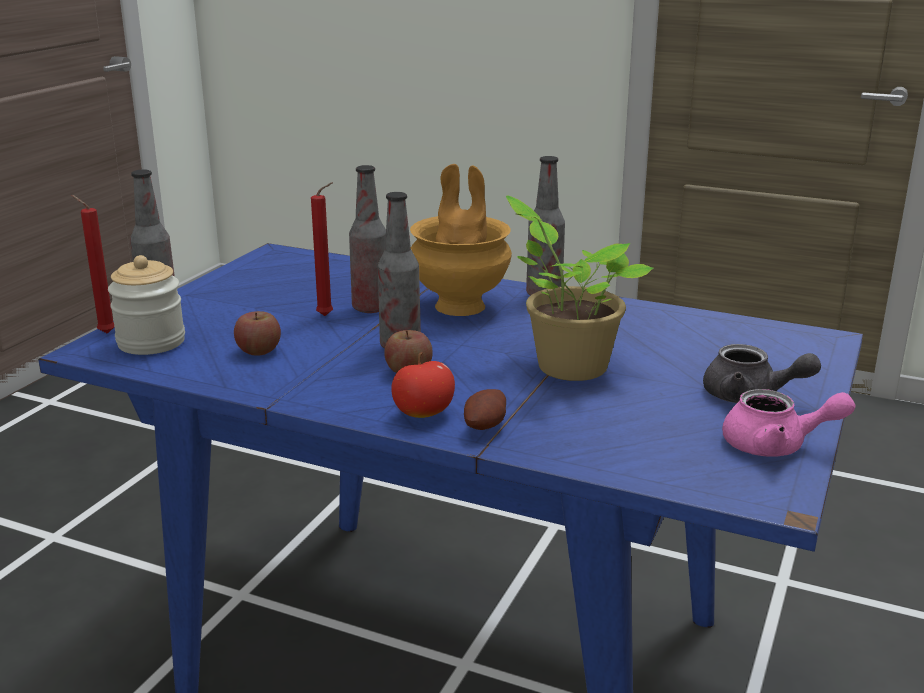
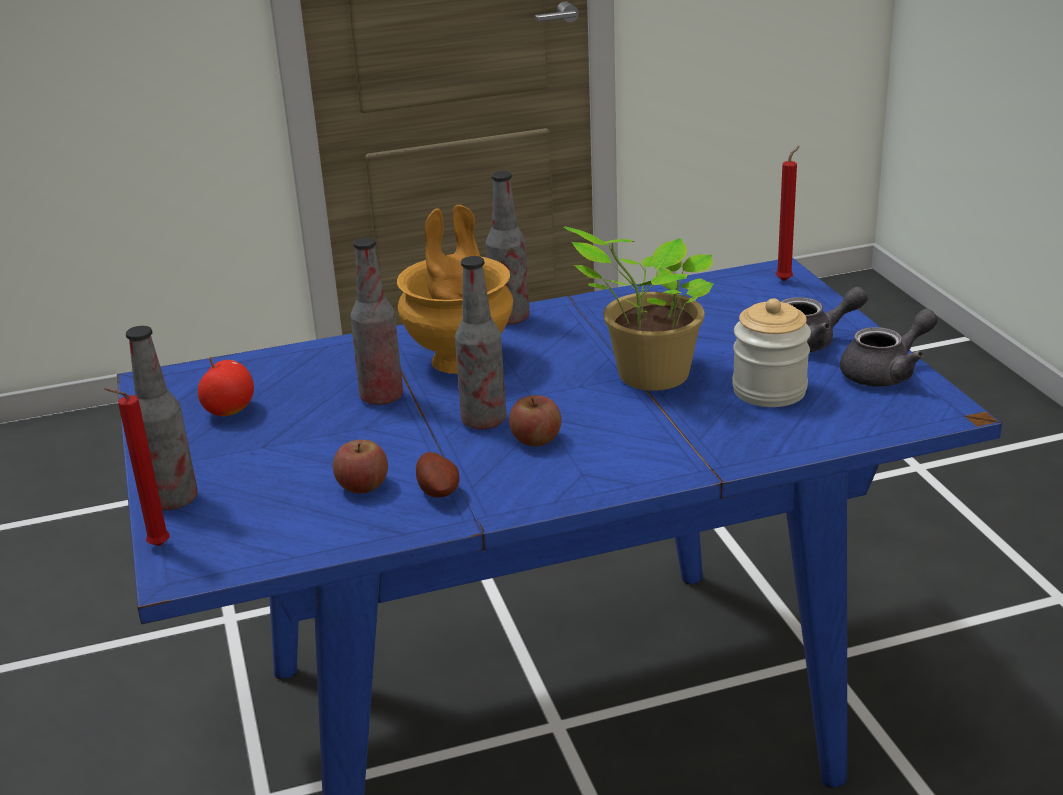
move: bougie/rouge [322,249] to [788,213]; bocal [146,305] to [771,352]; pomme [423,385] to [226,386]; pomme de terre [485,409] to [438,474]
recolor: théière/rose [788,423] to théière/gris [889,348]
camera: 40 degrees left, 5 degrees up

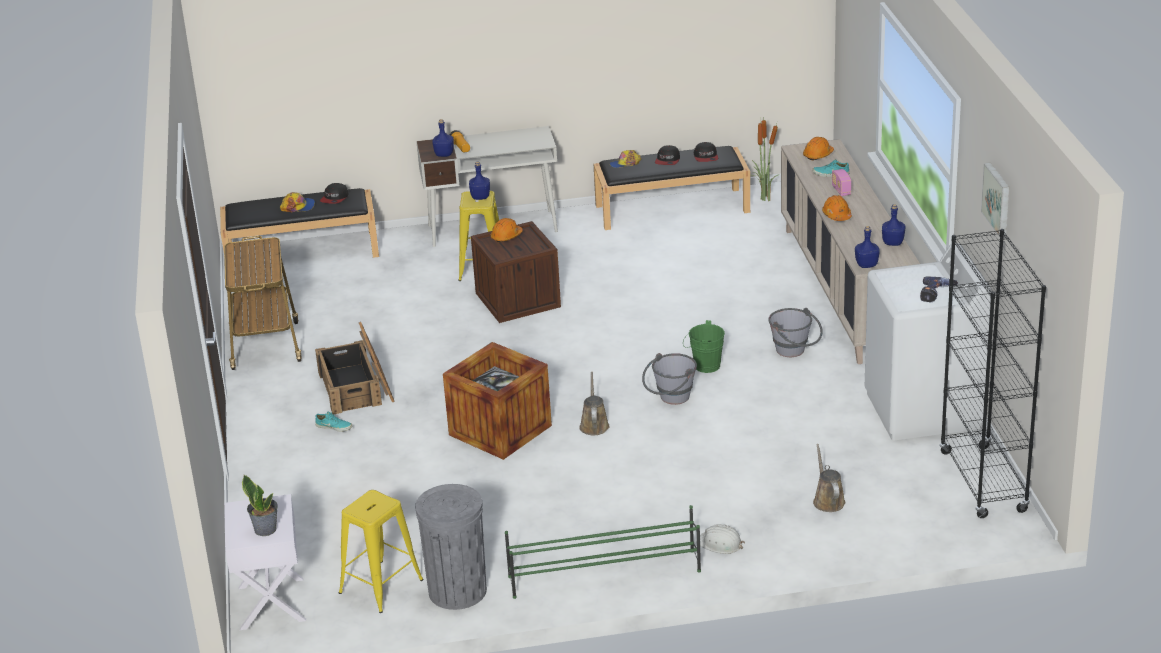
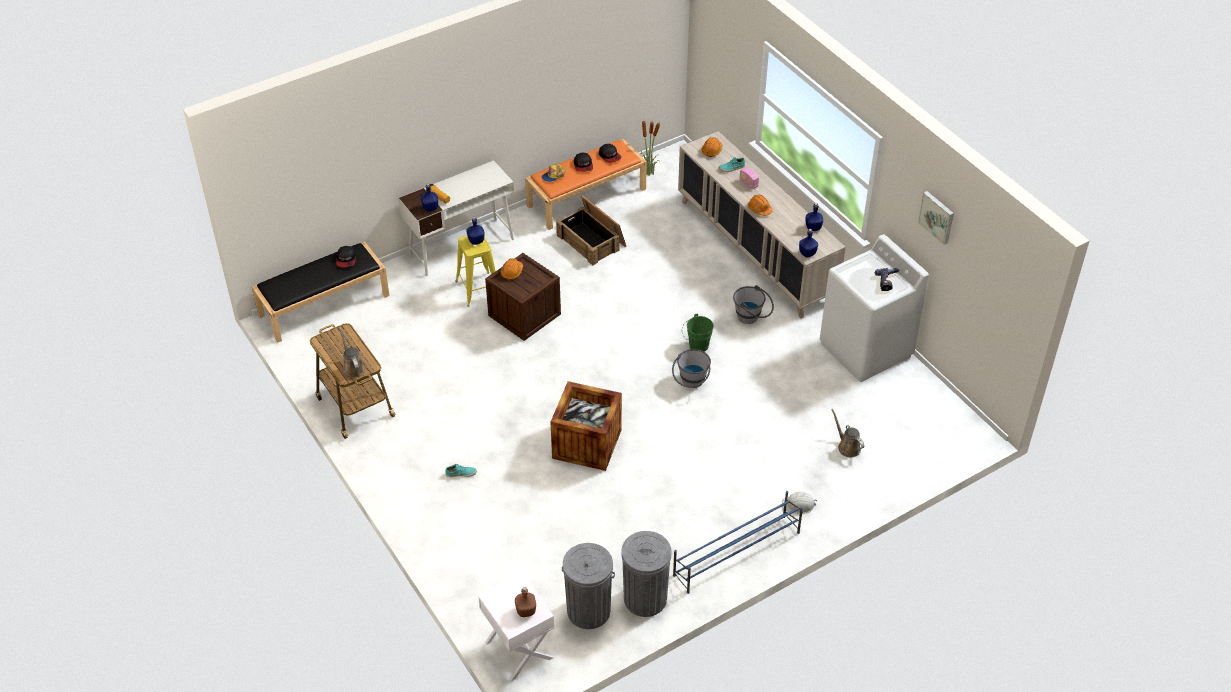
delete: casquette [297,202]; bibliothèque/noir [992,373]
move: caisse [355,368] to [591,230]; arrosoir/marron [594,403] to [352,352]
replace: plante en pot [260,505] to bouteille/marron [525,602]; tabouret/jaune [381,551] to poubelle/gris [588,586]
recolor: banc/noir [672,188] to banc/orange [586,184]; étagère à chaussures/vert [603,552] to étagère à chaussures/bleu [738,542]
camera: 25 degrees left, 15 degrees up

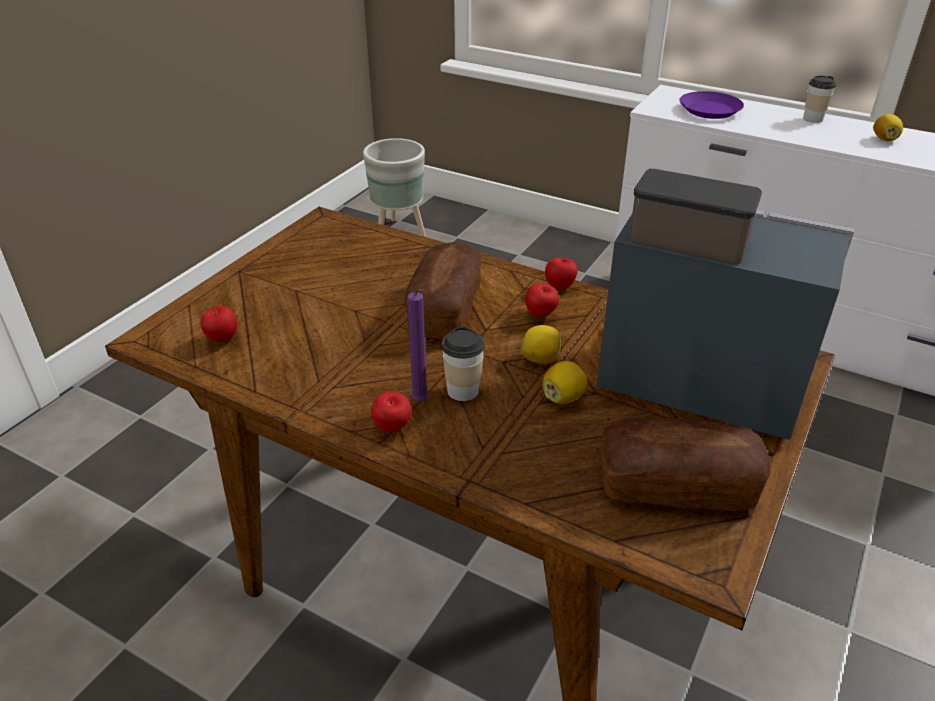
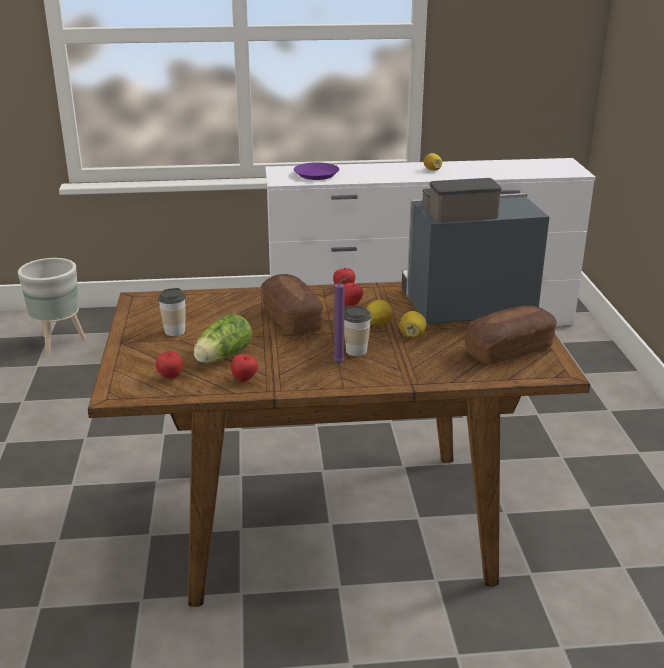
insert: laitue [223,338]
move: tasse [819,99] to [172,312]; pomme [391,411] to [244,368]
camera: 35 degrees left, 10 degrees down

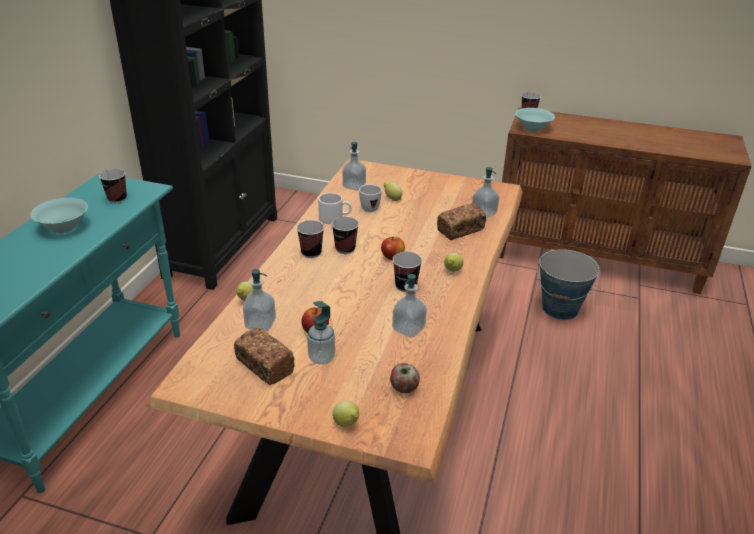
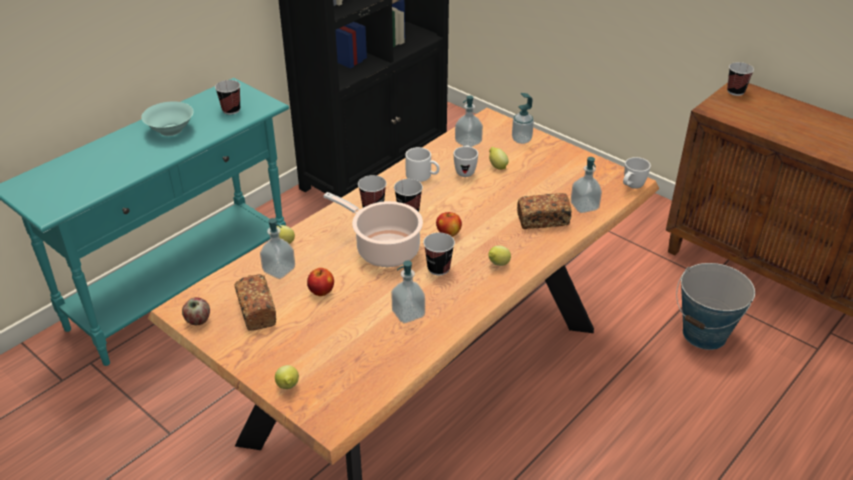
delete: bol/turquoise [535,120]
insert: mug/blanc [637,173]; marmite [373,229]
move: distributeur de savon [321,332] to [523,118]; pomme [405,378] to [196,311]
camera: 25 degrees right, 5 degrees up

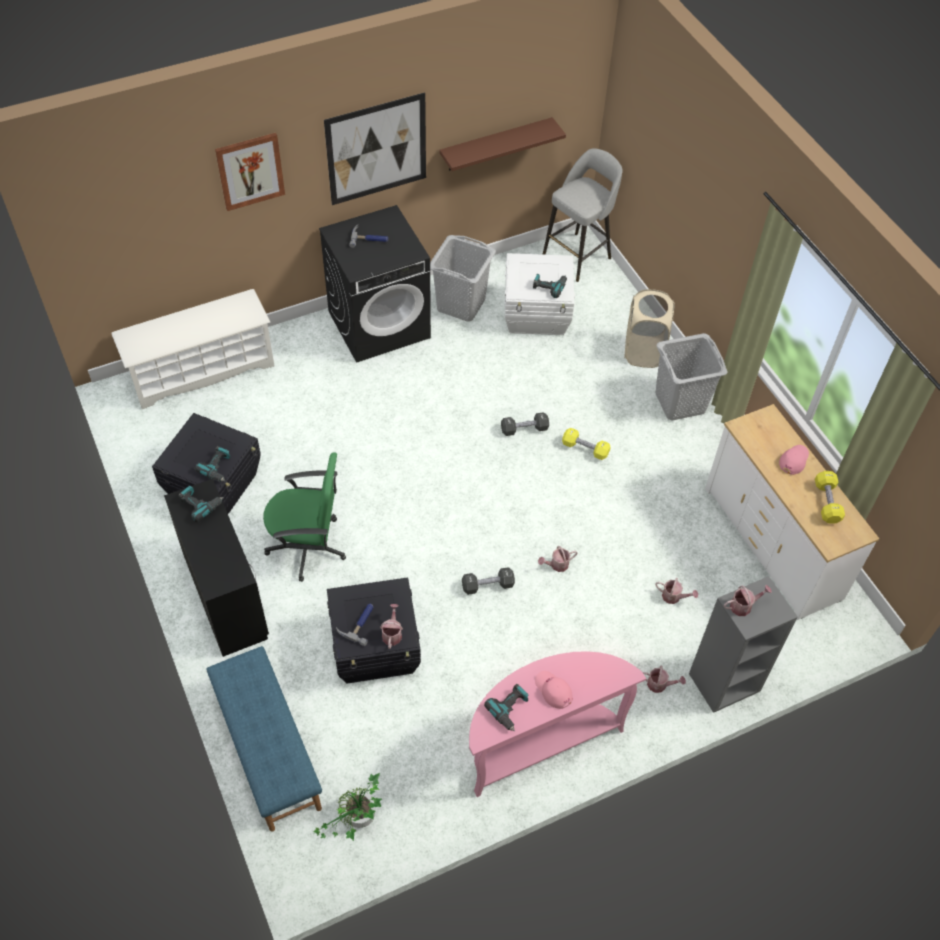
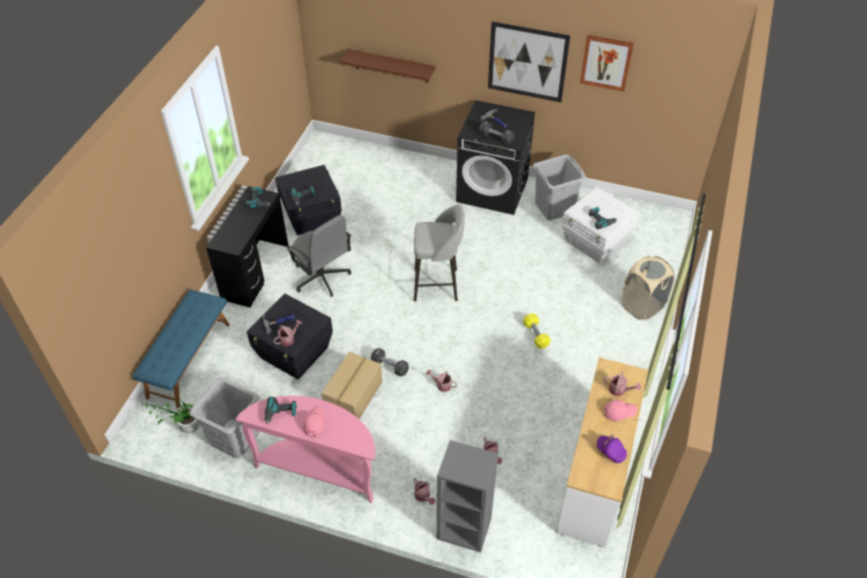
delete: étagère à chaussures/blanc [192,349]
insert: carton [351,385]
move: étagère/marron [502,144] to [387,66]; tableau [250,172] to [607,63]; tabouret/gris [582,215] to [439,252]; panier à linge/gris [691,377] to [224,418]; haltère/noir [525,424] to [497,133]; arrosoir [748,600] to [622,384]
replace: haltère/jaune [830,497] to casquette/violet [612,449]
recolor: chaise de bureau/vert [304,517] to chaise de bureau/gris [319,256]
camera: 45 degrees right, 5 degrees down

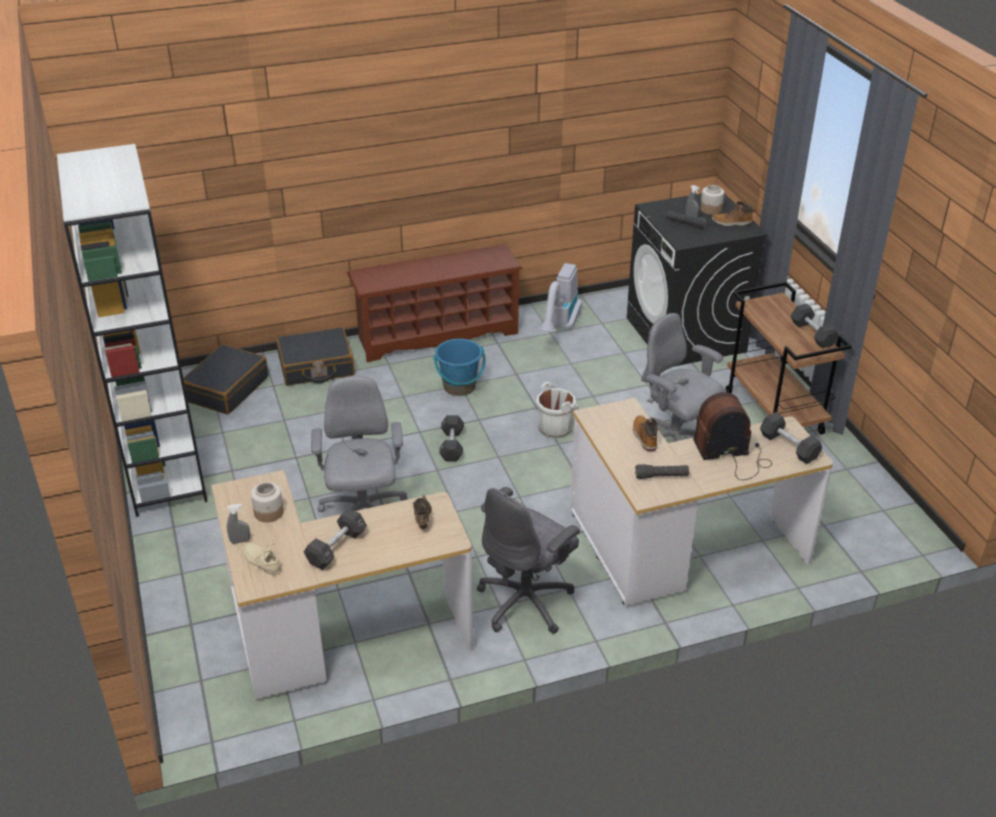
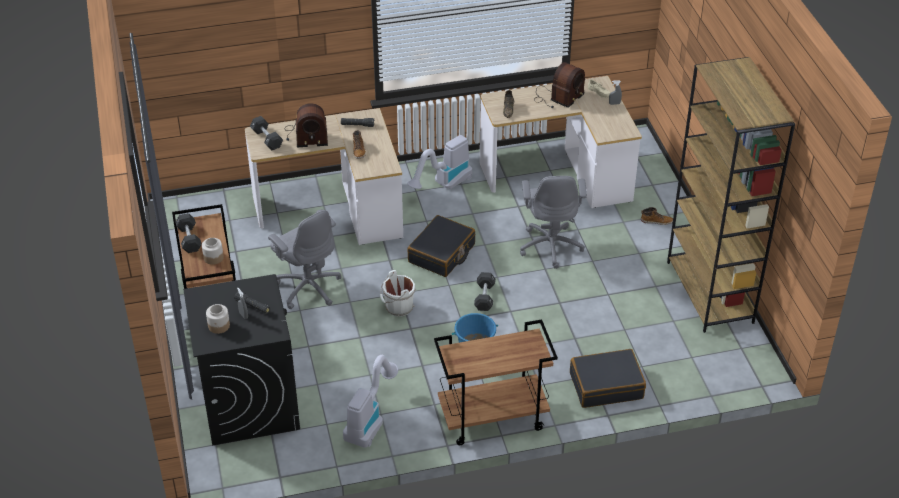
move: botte [733,213] to [657,216]; valise/noir [225,379] to [441,246]; bocal [267,502] to [213,251]
replace: étagère à chaussures/marron [435,303] to chariot/marron [496,382]; chaise de bureau/gris [528,560] to aspirateur [439,162]; haltère/noir [335,539] to radio [559,85]
recolor: bibliothèque/blanc [132,330] to bibliothèque/marron [731,195]
camera: 175 degrees left, 5 degrees up

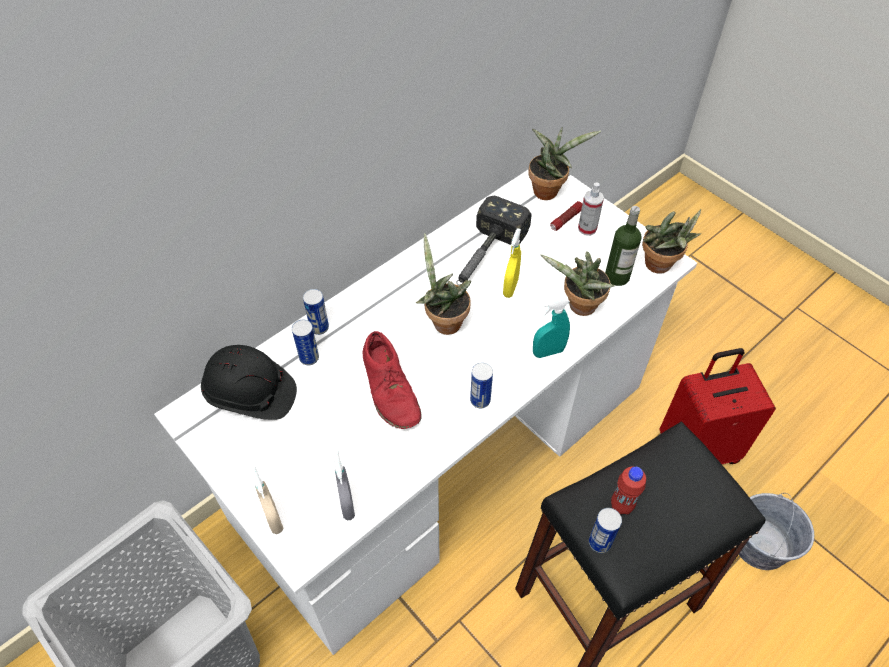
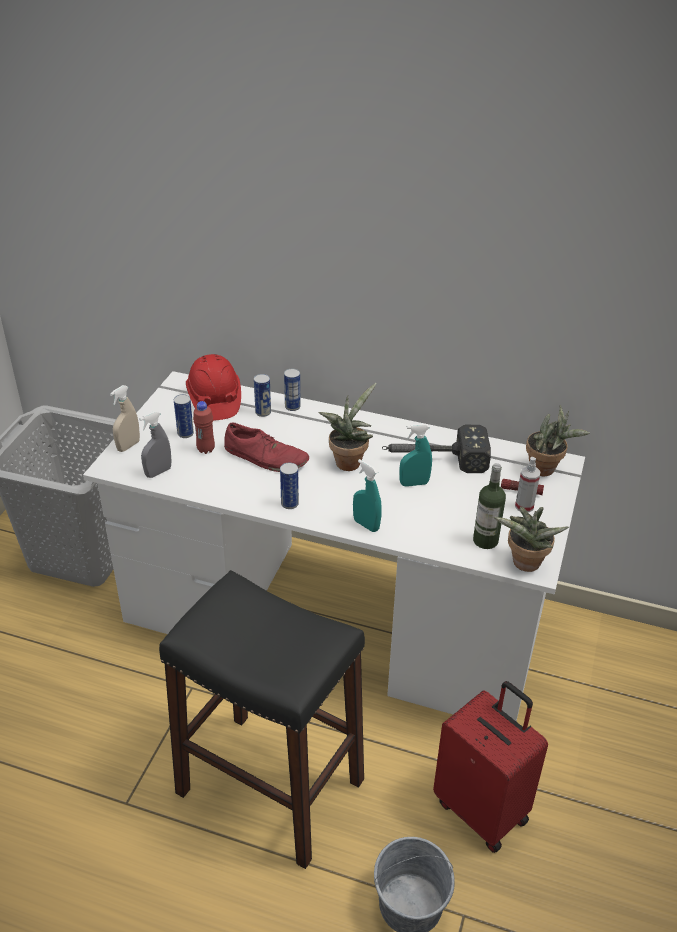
delete: plante en pot [577,283]
move: bouteille/rouge [628,491] to [204,427]; boîte métallique [605,530] to [184,416]
recolor: vaporisateur/jaune [512,263] to vaporisateur/turquoise [416,455]; casque de chantier/noir [249,382] to casque de chantier/rouge [213,387]
rotate: chaussure/rouge [392,380] = [266,447] 105 degrees counterclockwise
camera: 60 degrees right, 15 degrees down

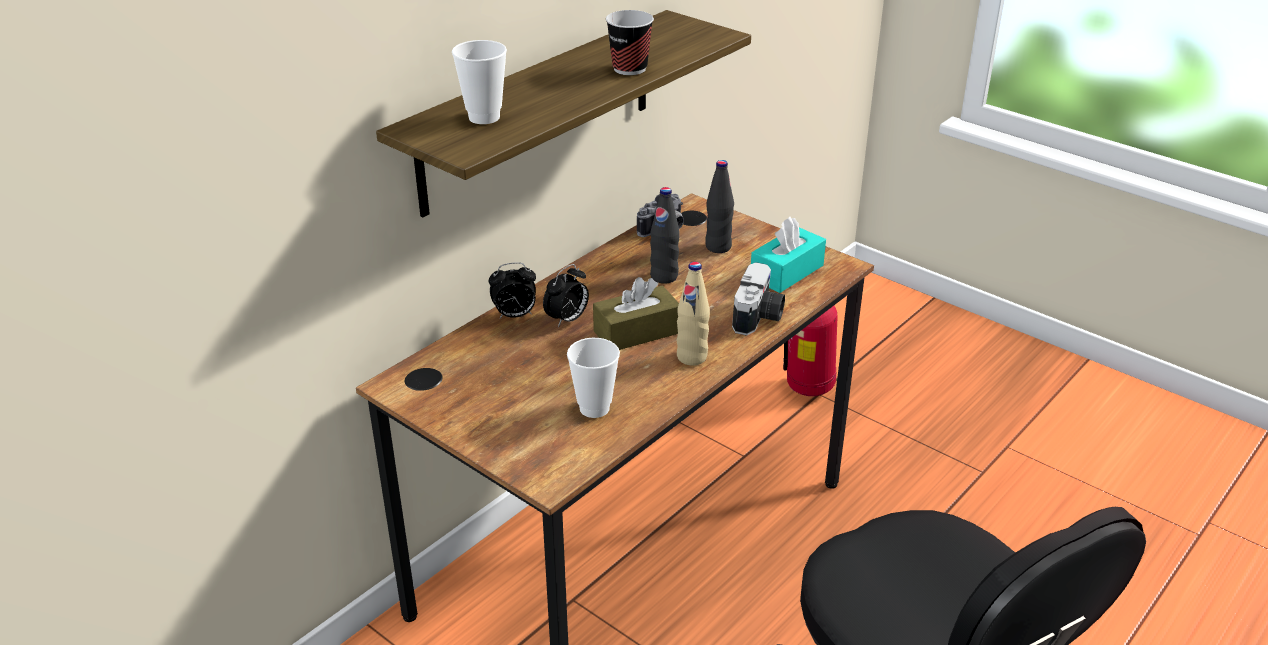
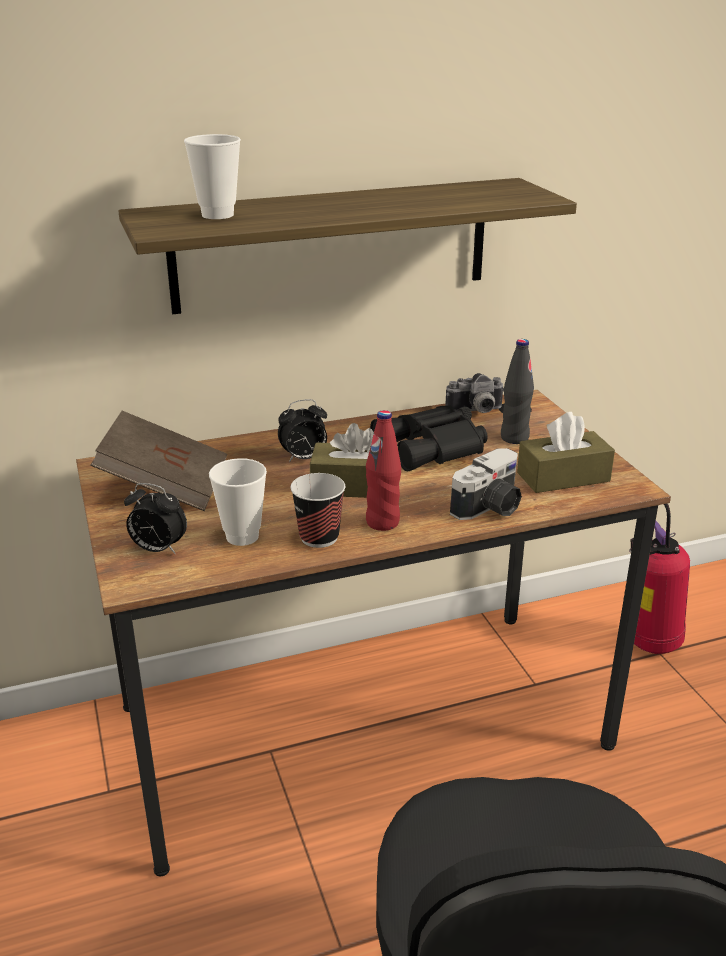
insert: livre/marron [158,461]
move: tasse [630,42] to [317,510]; réveil [512,290] to [155,518]
replace: bouteille/noir [665,235] to jumelles/noir [429,438]
recolor: boîte à mouchoirs/turquoise [788,255] to boîte à mouchoirs/marron [566,452]; bouteille/beige [693,313] to bouteille/rouge [383,470]
camera: 30 degrees right, 5 degrees down

